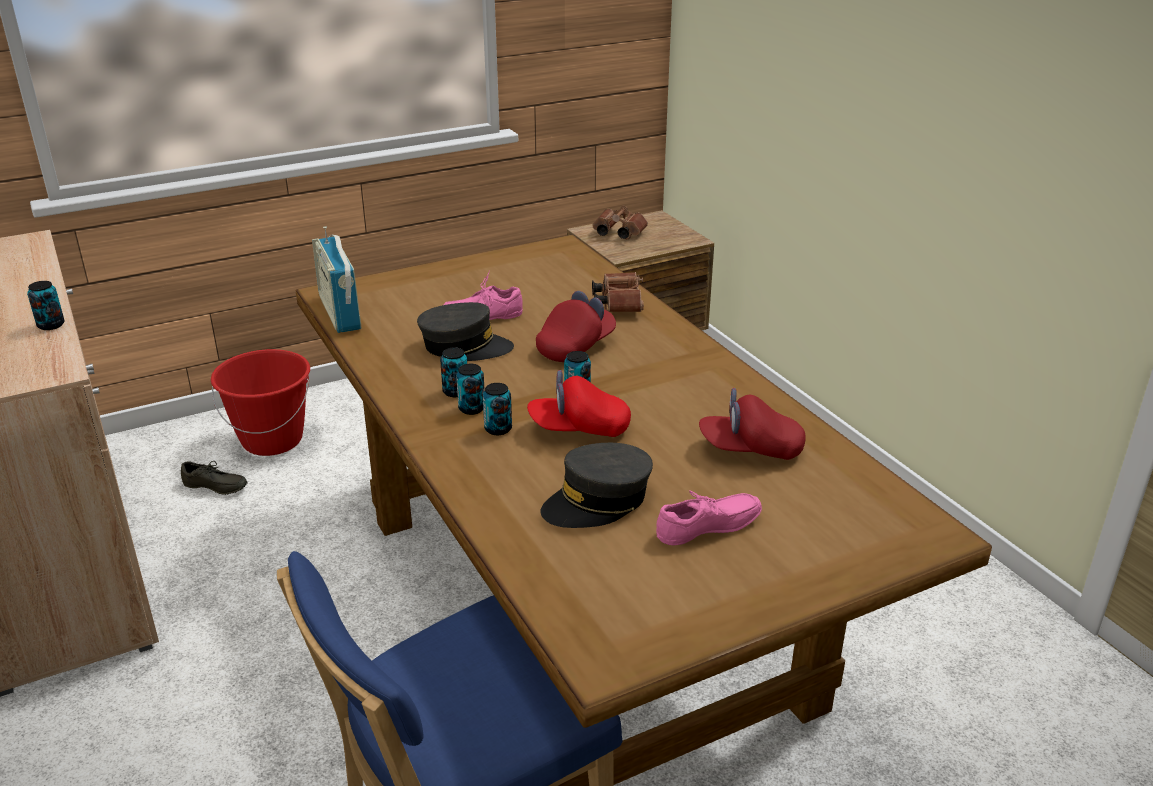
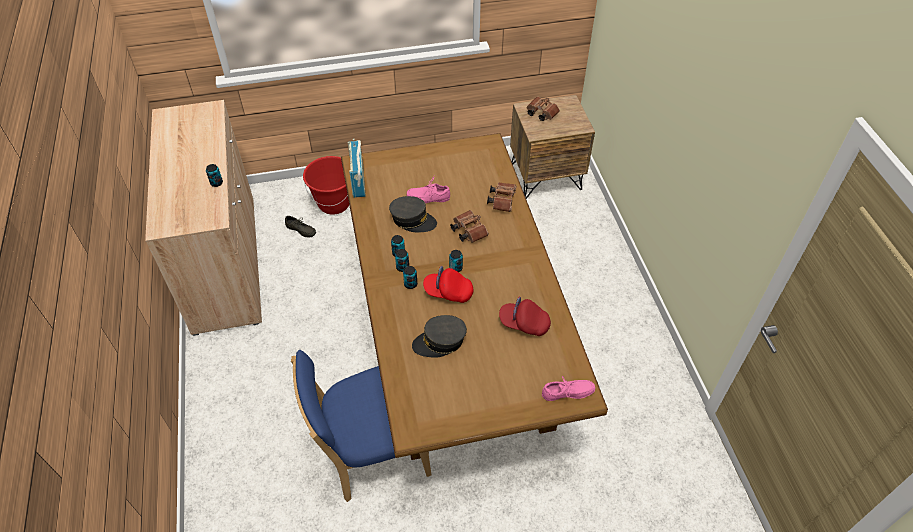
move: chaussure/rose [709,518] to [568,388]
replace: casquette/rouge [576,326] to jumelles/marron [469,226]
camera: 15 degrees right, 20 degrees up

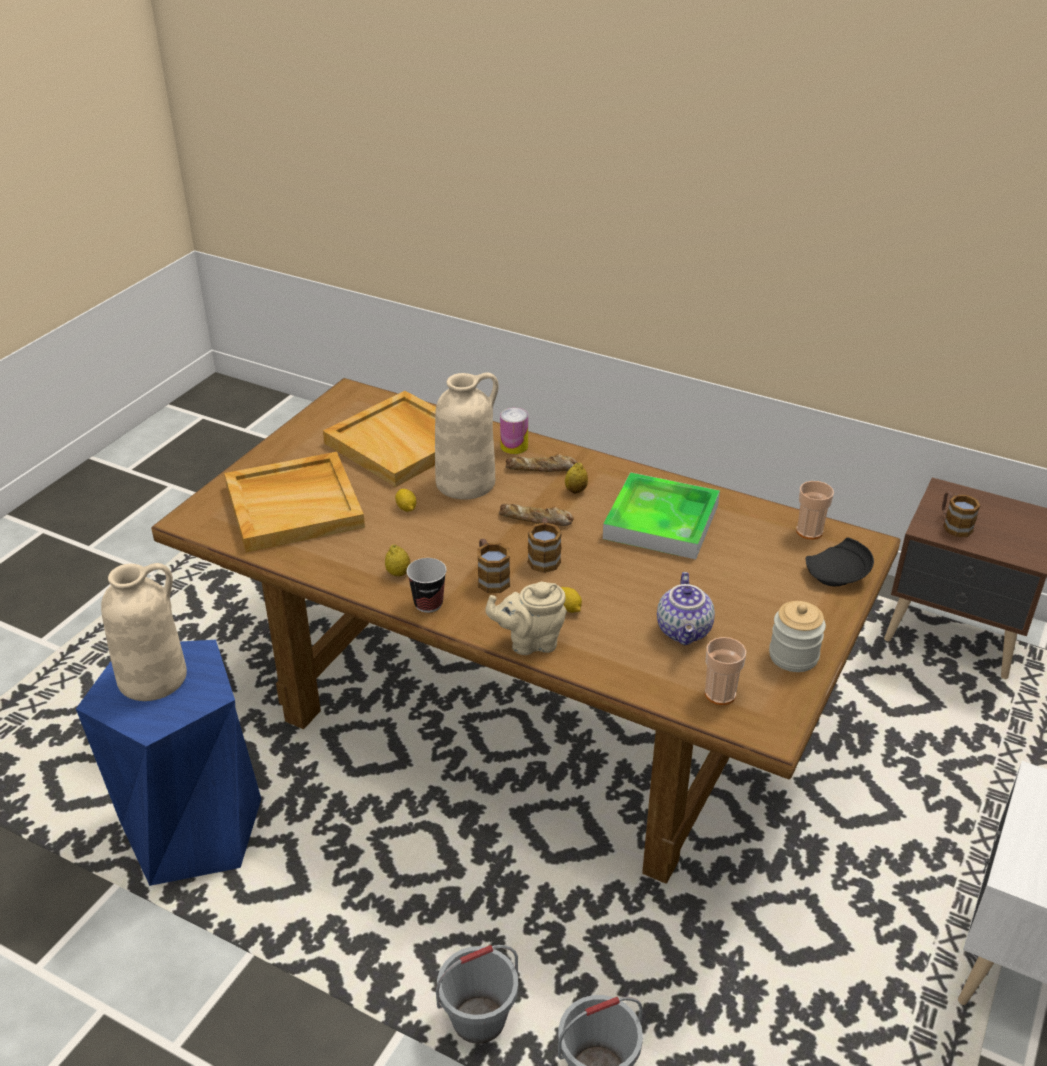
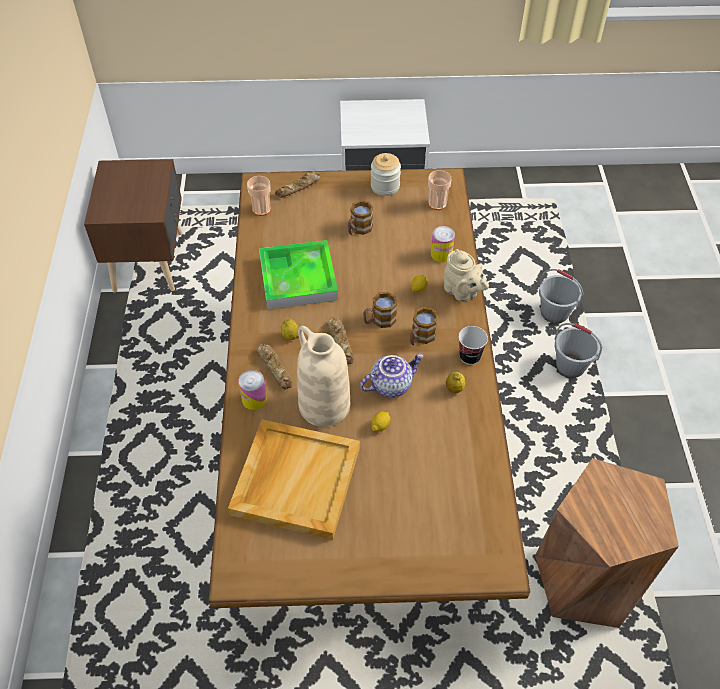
delete: plateau/beige [294,502]; vase/beige [144,632]
insert: boîte métallique [443,244]
move: mug [961,514] to [360,217]; théière [686,608] to [392,375]
replace: assiette/noir [839,561] to pain [297,184]
recolor: tabouret/bleu [168,763] to tabouret/marron [607,543]
camera: 120 degrees left, 15 degrees up

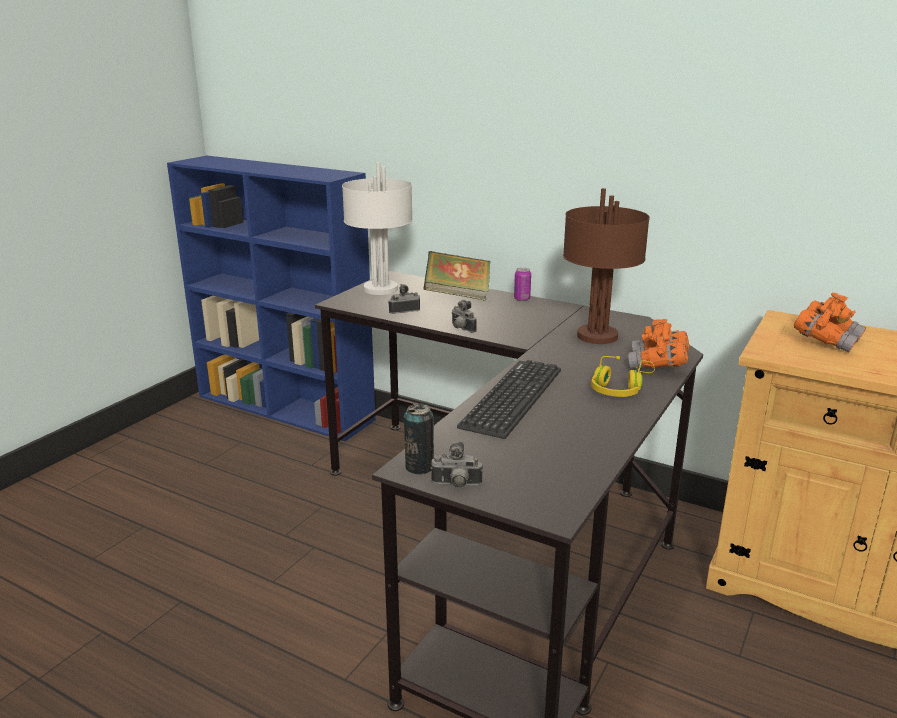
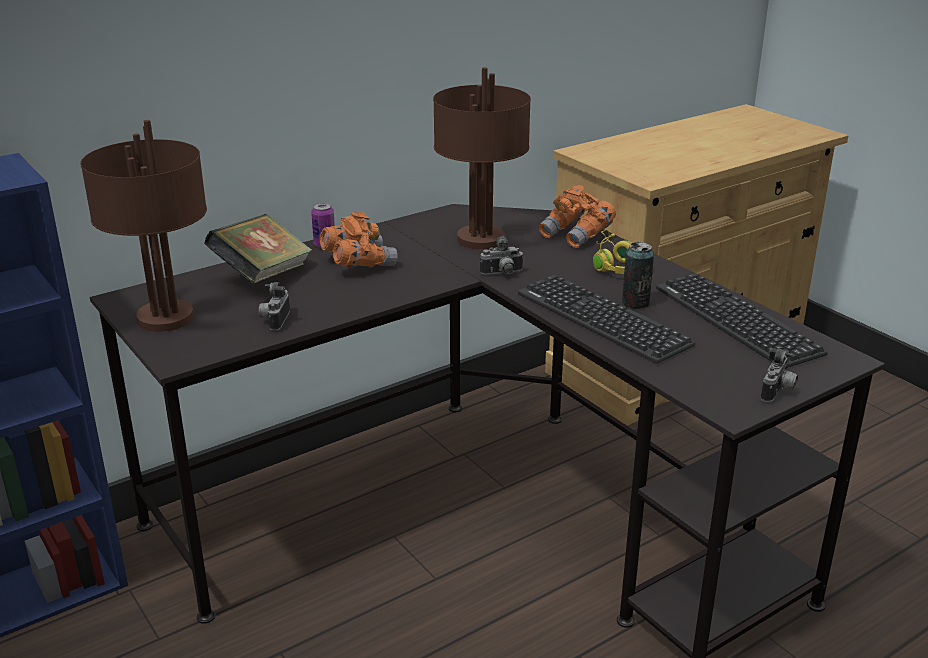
insert: clavier [741,320]
move: jumelles/orange [830,322] to [359,240]; appareil photo [464,316] to [502,255]; boîte métallique [419,438] to [638,275]
recolor: lampe de table/blanc [377,228] to lampe de table/marron [143,226]
camera: 65 degrees left, 5 degrees up

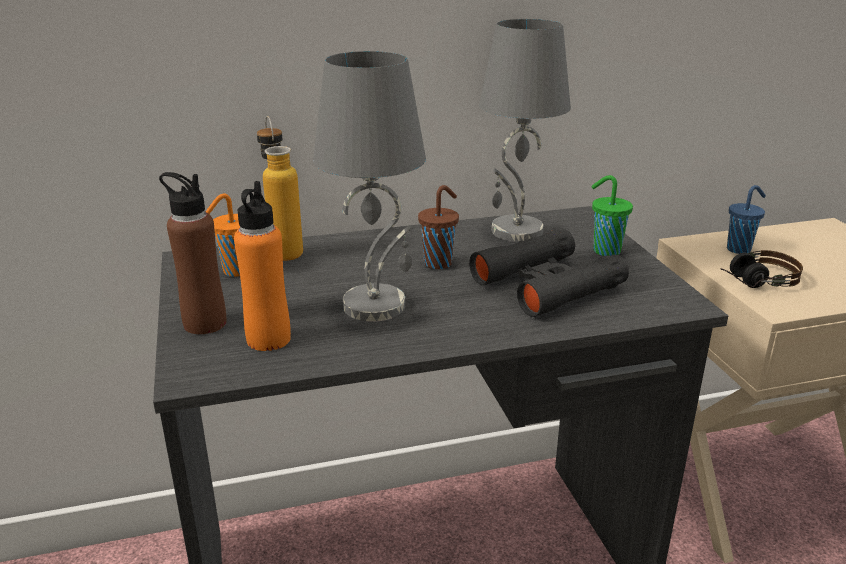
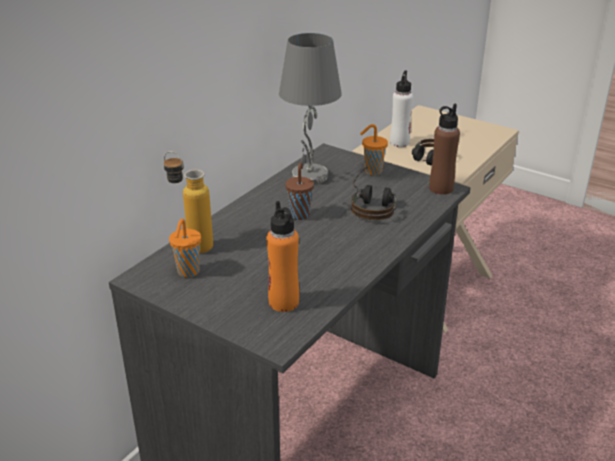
delete: lampe de table/gris [369,186]
move: bouteille/marron [192,253] to [444,149]
replace: tasse/bleu [746,219] to bouteille/blanc [401,108]; jumelles/noir [549,273] to casque audio [373,193]
recolor: tasse/vert [612,215] to tasse/orange [374,149]
camera: 40 degrees left, 5 degrees up

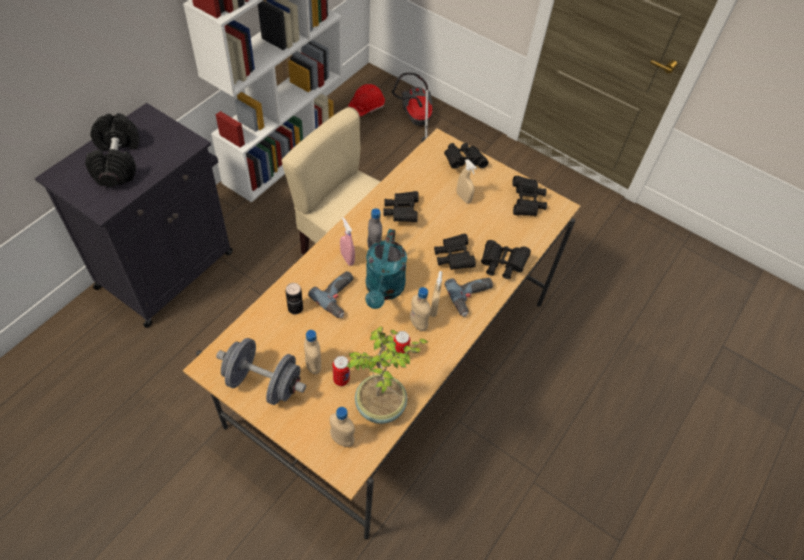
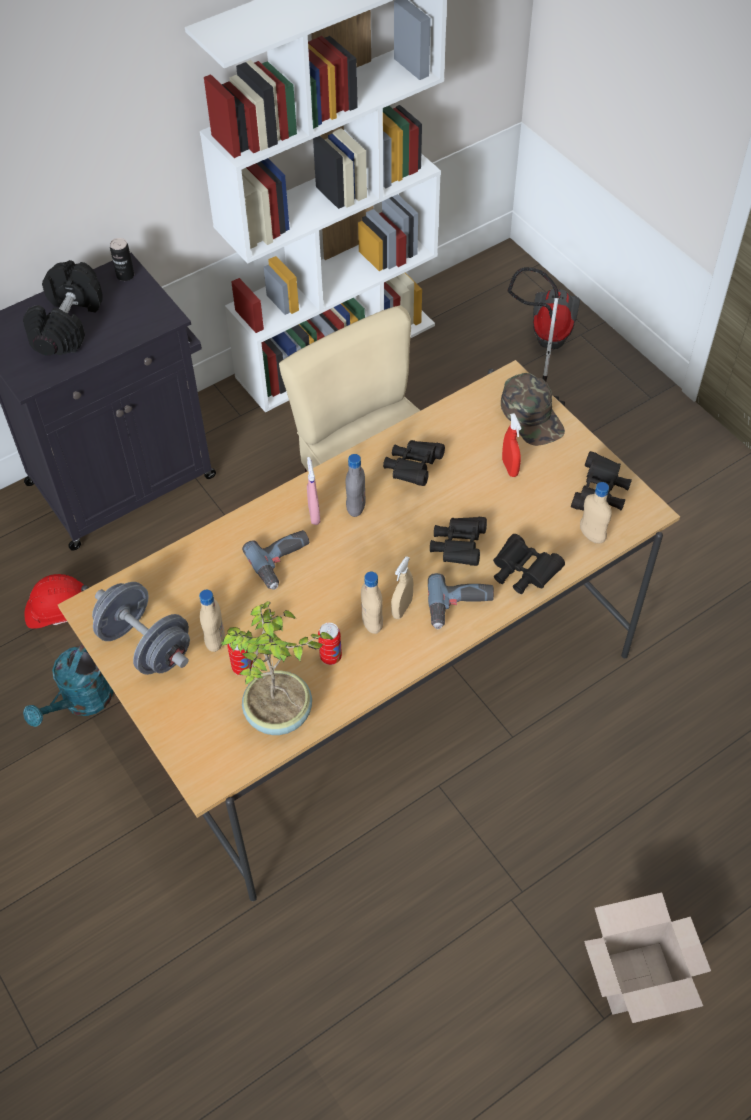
insert: carton [647,957]
move: casque de chantier/rouge [366,100] to [54,601]; arrosoir/turquoise [386,269] to [68,685]; boîte métallique [294,298] to [122,259]; bouteille/beige [342,427] to [596,513]
replace: jumelles/noir [466,156] to casquette/vert [533,409]
recolor: vaporisateur/beige [467,181] to vaporisateur/rouge [511,445]
camera: 25 degrees right, 0 degrees up

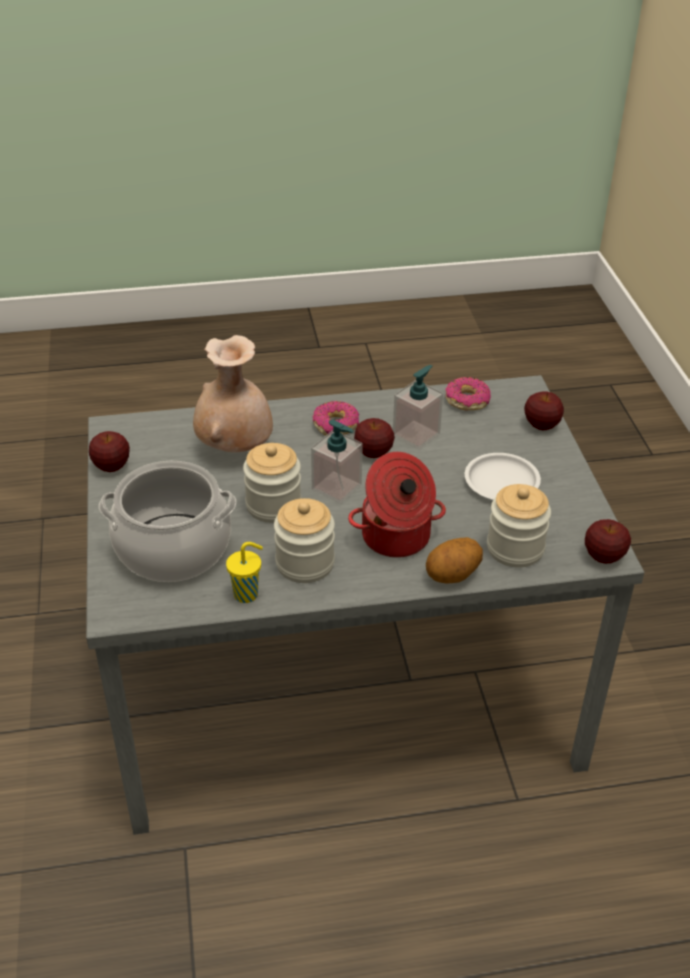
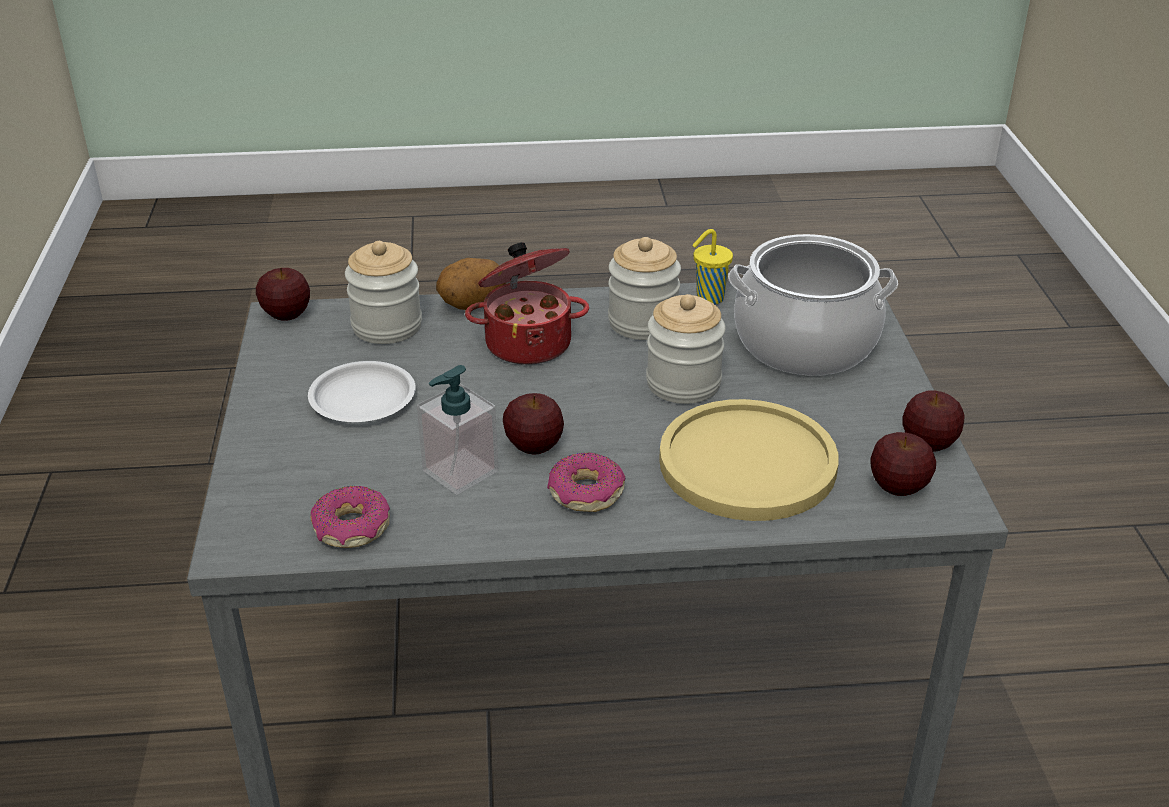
delete: distributeur de savon [337,461]
move: pomme [544,411] to [903,464]
replace: vase/beige [233,394] to assiette/jaune [749,460]
camera: 175 degrees left, 5 degrees down

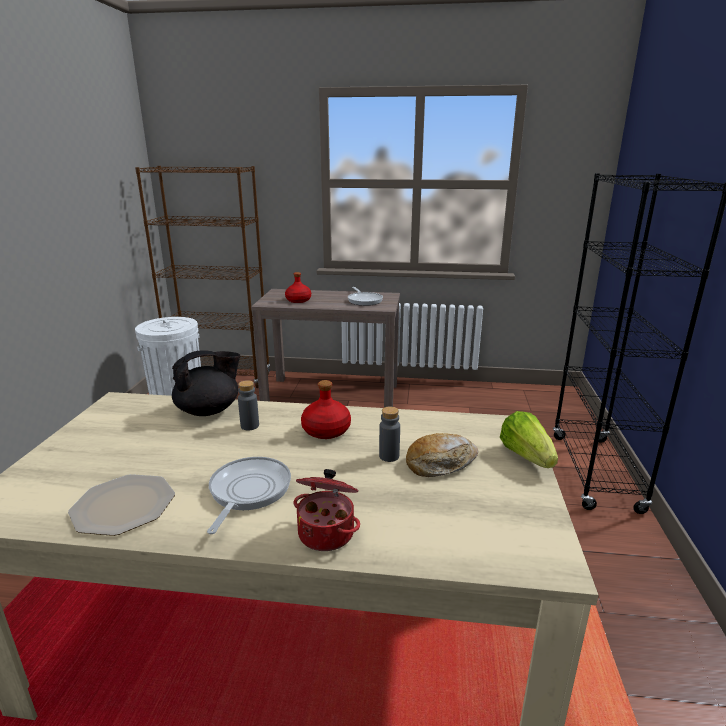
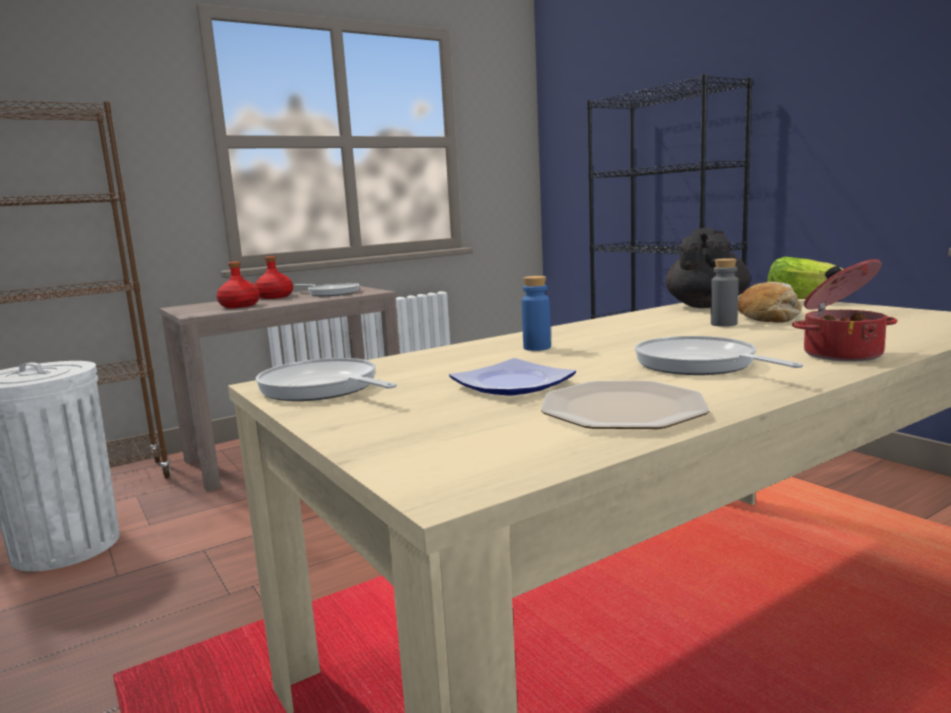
insert: poêle [326,379]; assiette [512,377]
move: théière/noir [206,383] to [708,268]; bouteille/rouge [326,409] to [274,277]
recolor: bouteille/gris [248,405] to bouteille/bleu [536,313]
camera: 40 degrees left, 10 degrees down

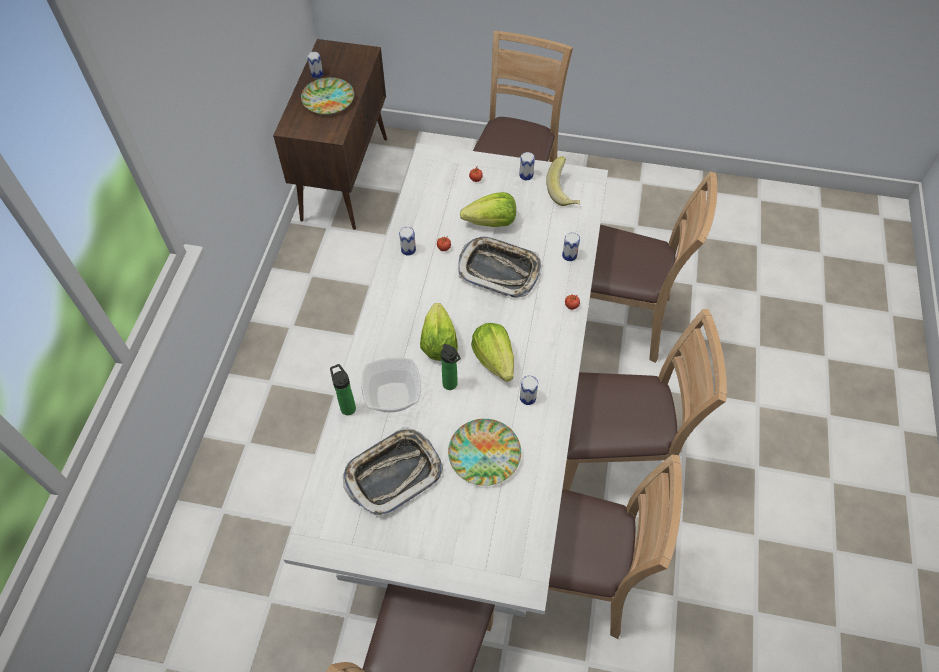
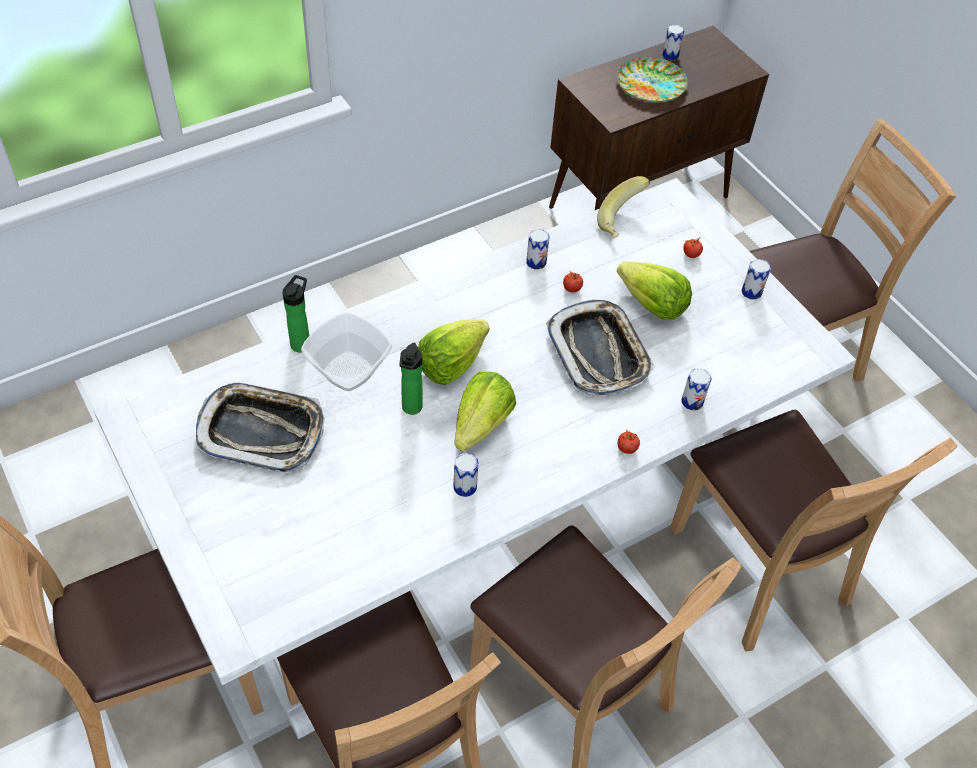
delete: assiette [484,452]
move: banane [563,181] to [623,207]
camera: 45 degrees right, 5 degrees down

